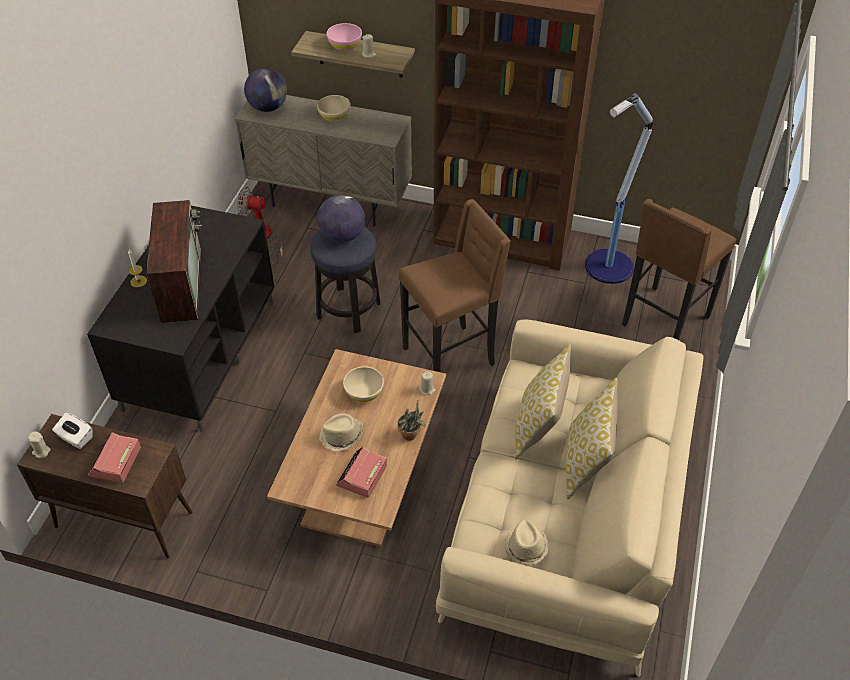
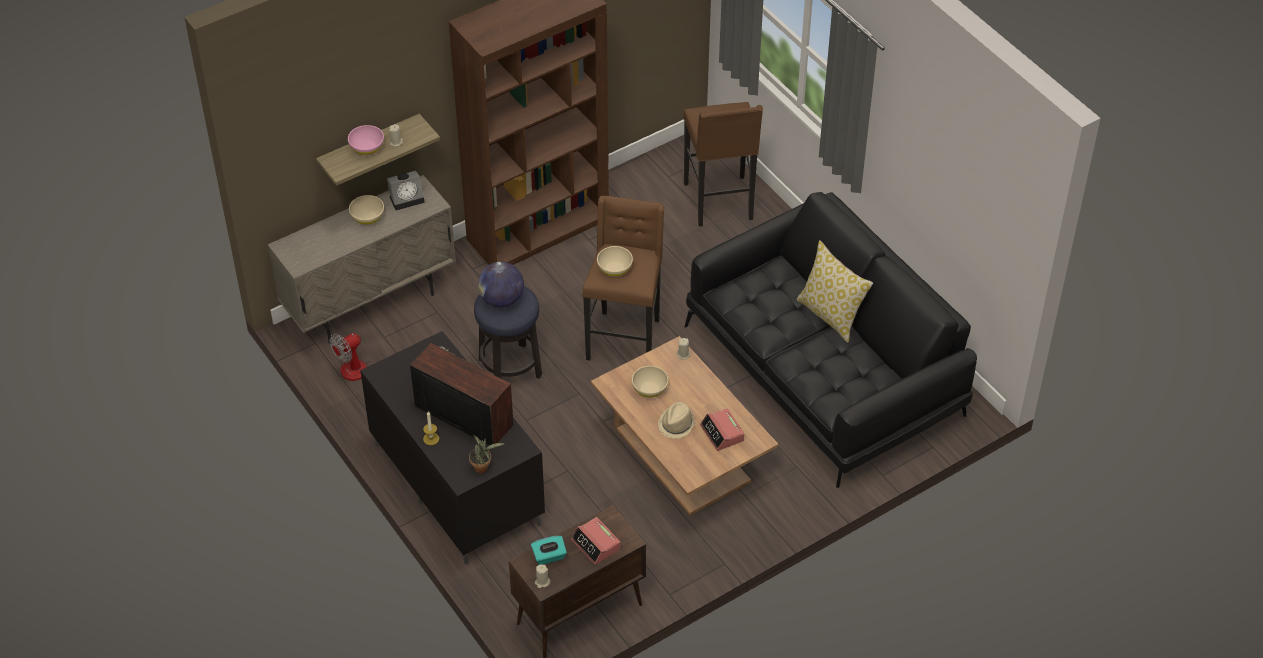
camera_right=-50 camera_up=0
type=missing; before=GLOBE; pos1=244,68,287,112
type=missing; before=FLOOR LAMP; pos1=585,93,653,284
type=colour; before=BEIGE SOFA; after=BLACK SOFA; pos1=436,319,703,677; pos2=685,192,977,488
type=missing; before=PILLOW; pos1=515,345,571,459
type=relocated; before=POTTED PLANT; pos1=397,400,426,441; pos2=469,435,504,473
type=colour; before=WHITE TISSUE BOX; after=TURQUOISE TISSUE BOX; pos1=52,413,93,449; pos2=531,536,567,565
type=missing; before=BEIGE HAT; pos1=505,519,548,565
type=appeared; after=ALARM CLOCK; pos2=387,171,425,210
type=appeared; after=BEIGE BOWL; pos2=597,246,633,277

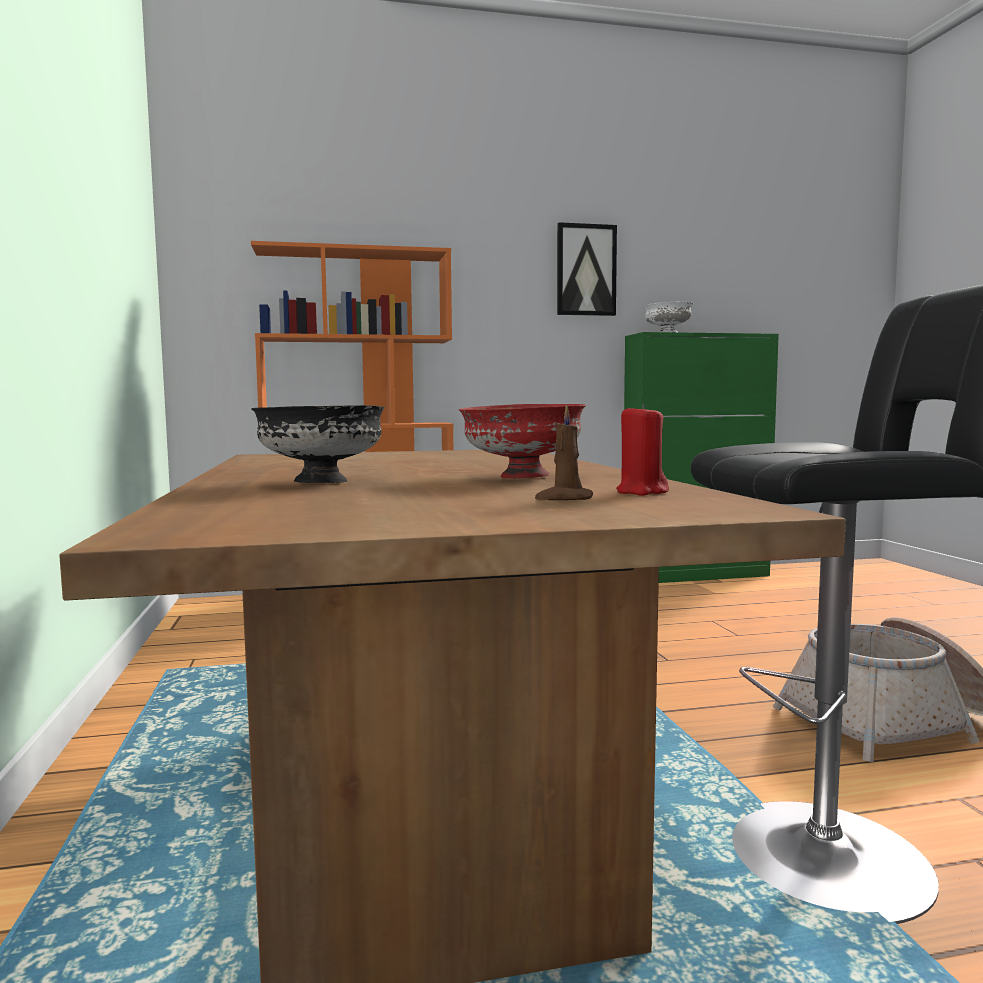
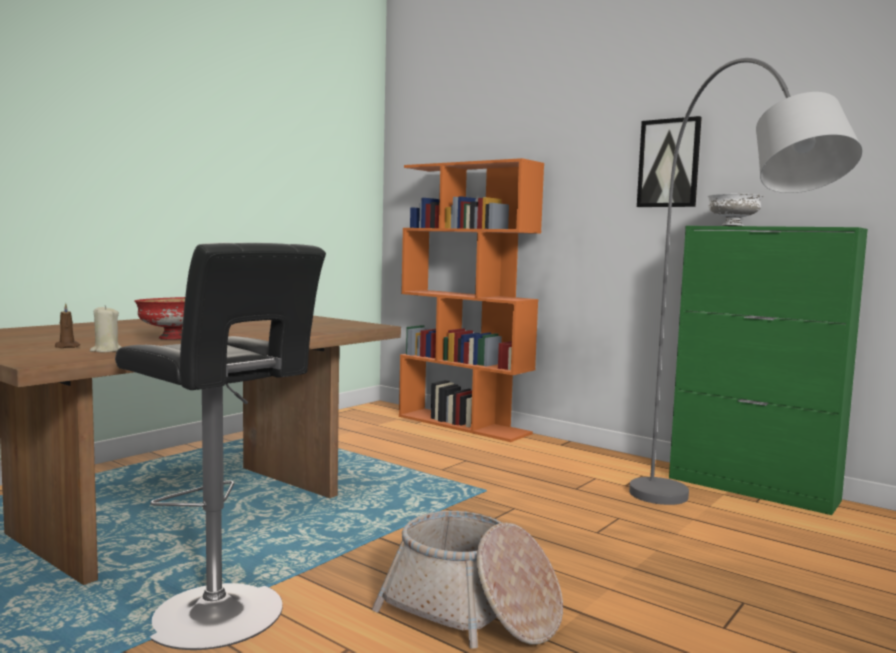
camera_right=50 camera_up=0
type=colour; before=RED CANDLE; after=BEIGE CANDLE; pos1=616,403,669,496; pos2=90,305,121,352
type=missing; before=BLACK BOWL; pos1=251,405,385,483
type=appeared; after=GREY FLOOR LAMP; pos2=629,58,862,505

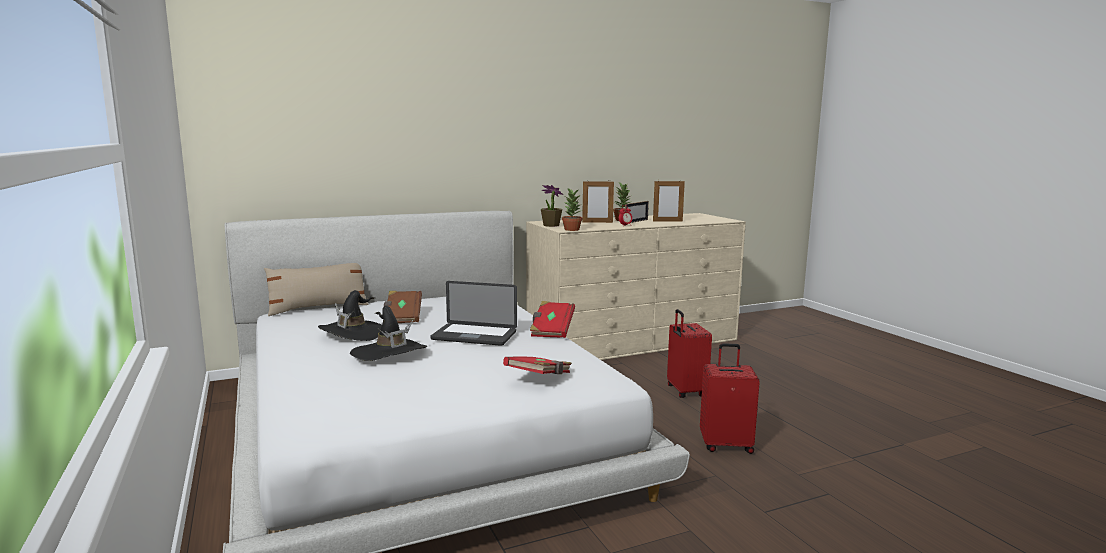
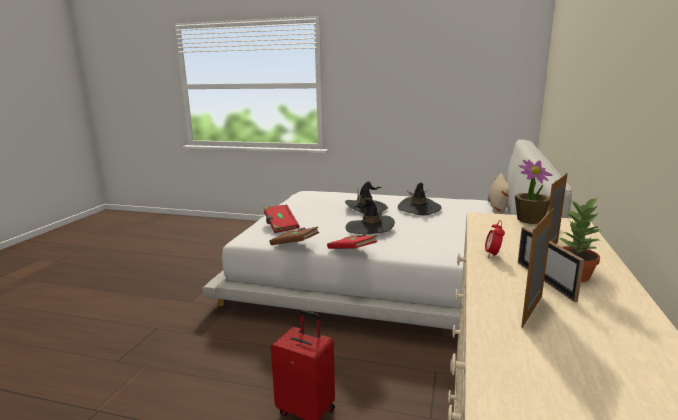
camera_right=130 camera_up=5
type=missing; before=POTTED PLANT; pos1=562,188,583,231
type=exchanged; before=LAPTOP; after=BLACK HAT; pos1=431,281,517,346; pos2=346,198,395,234
type=relocated; before=BROWN BOOK; pos1=384,291,422,323; pos2=270,226,319,245
type=missing; before=RED SUITCASE; pos1=700,343,760,454

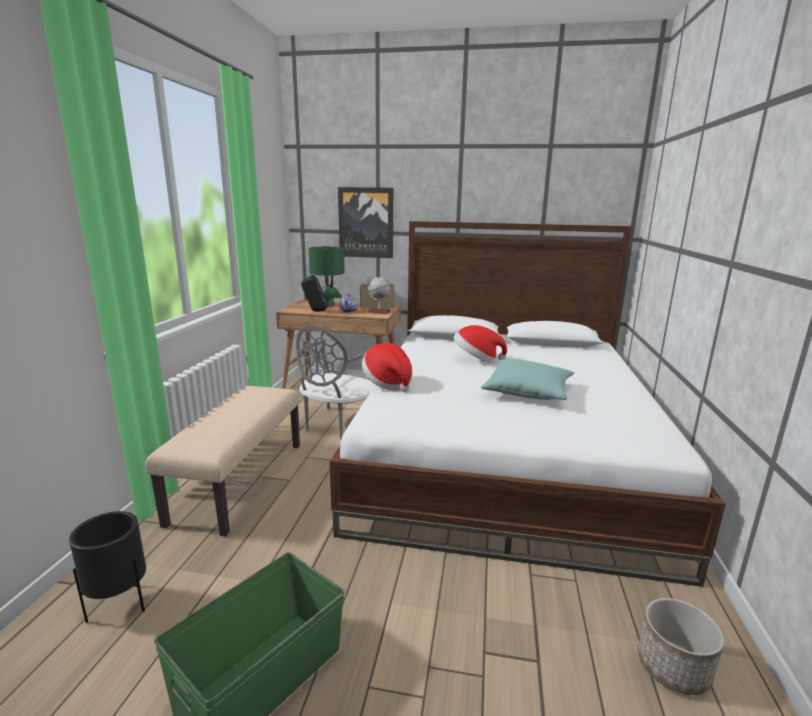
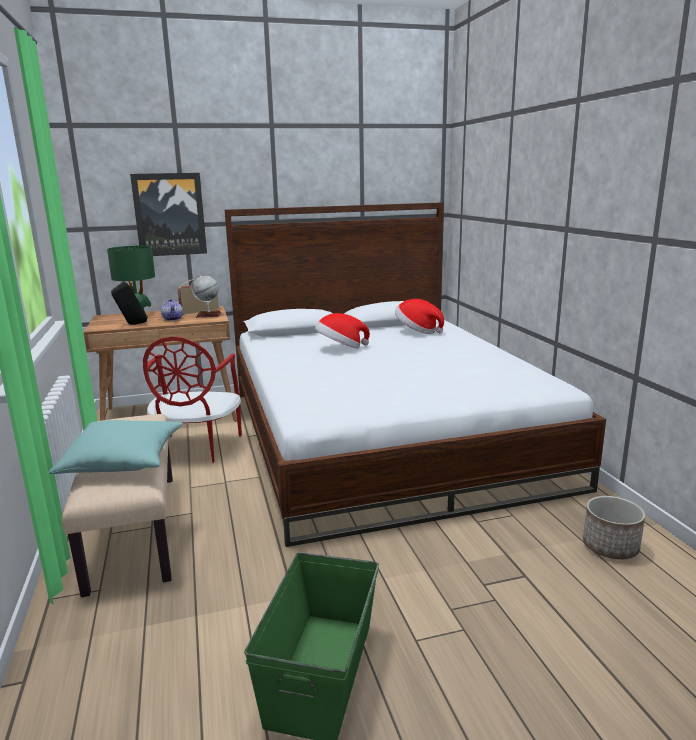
camera_right=-25 camera_up=0
type=colour; before=GREY CHAIR; after=RED CHAIR; pos1=296,326,375,440; pos2=143,337,242,463
type=relocated; before=HAT; pos1=362,343,412,392; pos2=395,299,444,334
type=relocated; before=TURQUOISE PILLOW; pos1=481,359,574,400; pos2=48,420,183,474
type=missing; before=BLACK PLANTER; pos1=69,511,146,623

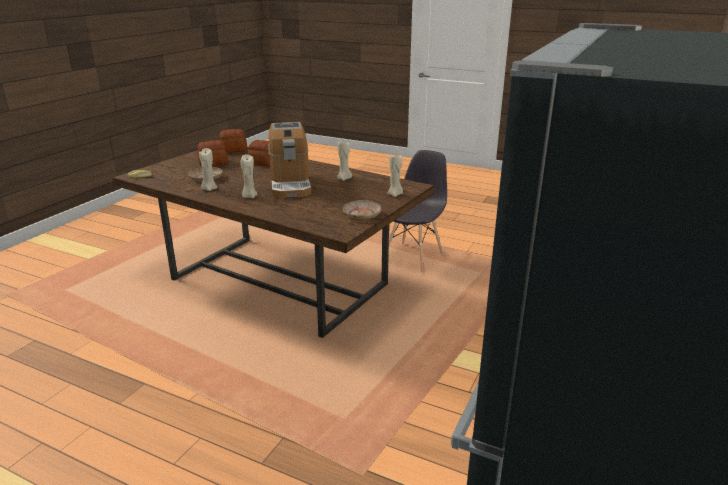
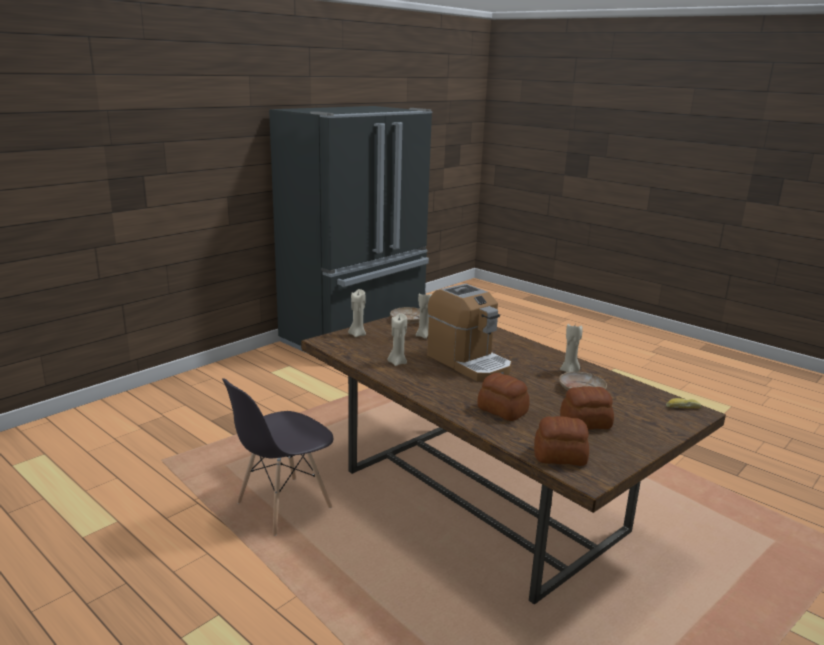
camera_right=-165 camera_up=-5
type=spun; before=COFFEE MACHINE; pos1=268,122,311,198; pos2=427,284,511,381; turn=135
type=relocated; before=BEIGE CANDLE; pos1=241,155,258,198; pos2=416,292,432,339

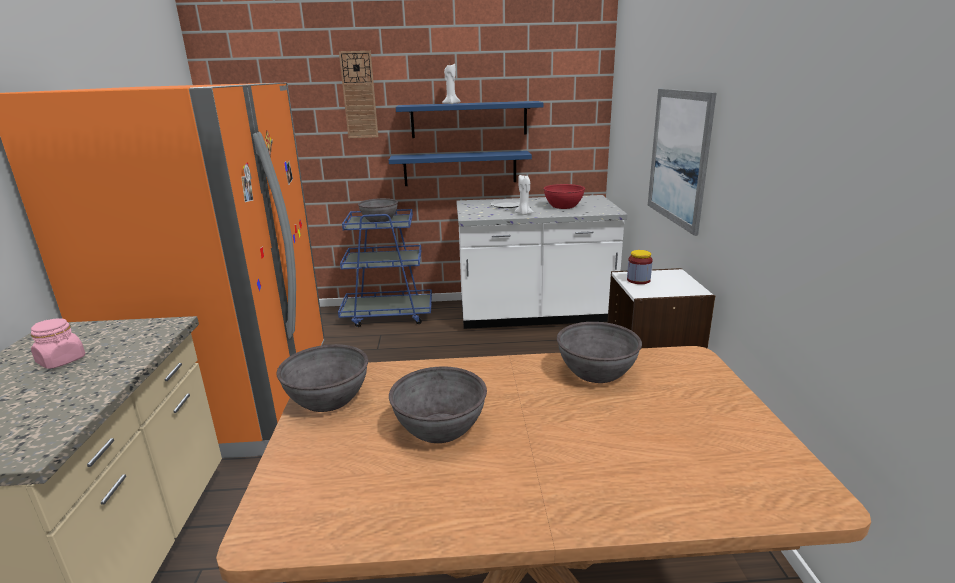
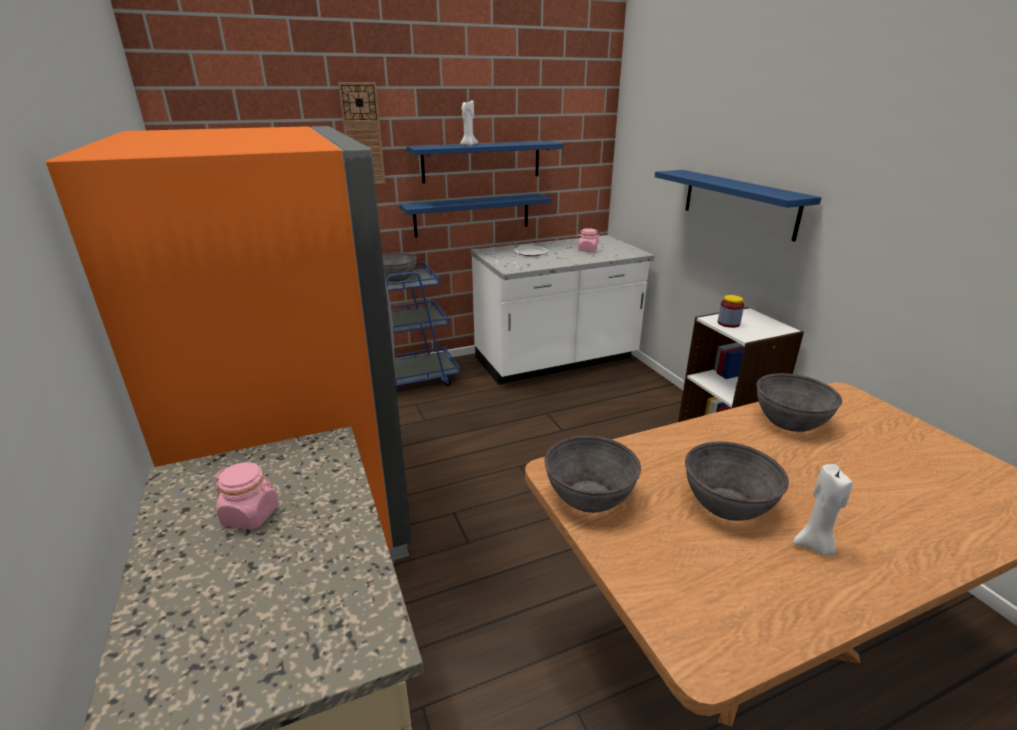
camera_right=-20 camera_up=5
type=exchanged; before=PICTURE; after=BLUE SHELF; pos1=648,89,716,236; pos2=655,170,822,242
type=relocated; before=WHITE CANDLE; pos1=515,175,534,215; pos2=793,464,853,556
type=exchanged; before=RED BOWL; after=PINK JAR; pos1=543,184,585,209; pos2=577,228,600,252

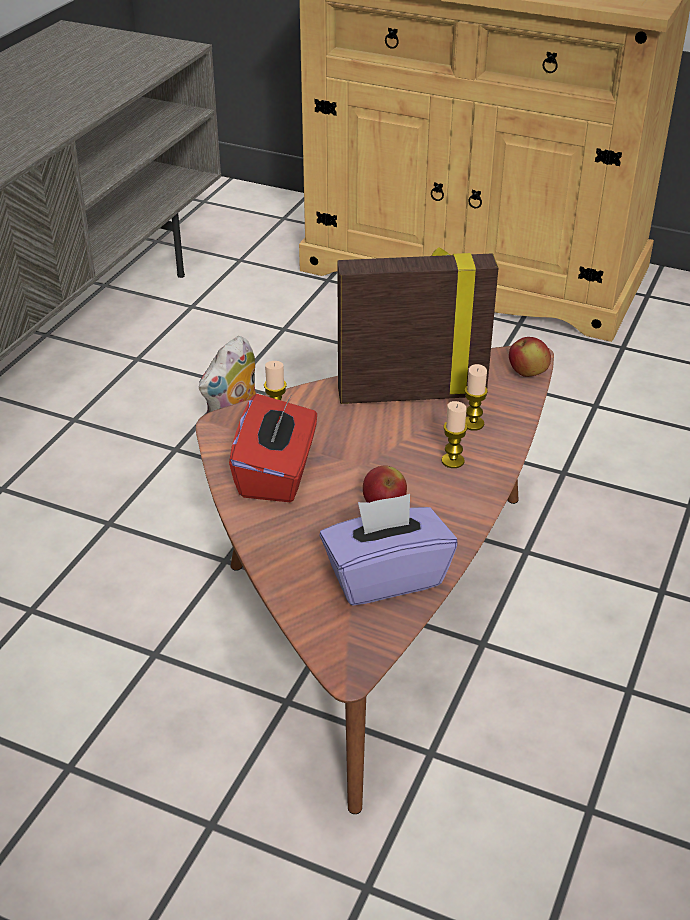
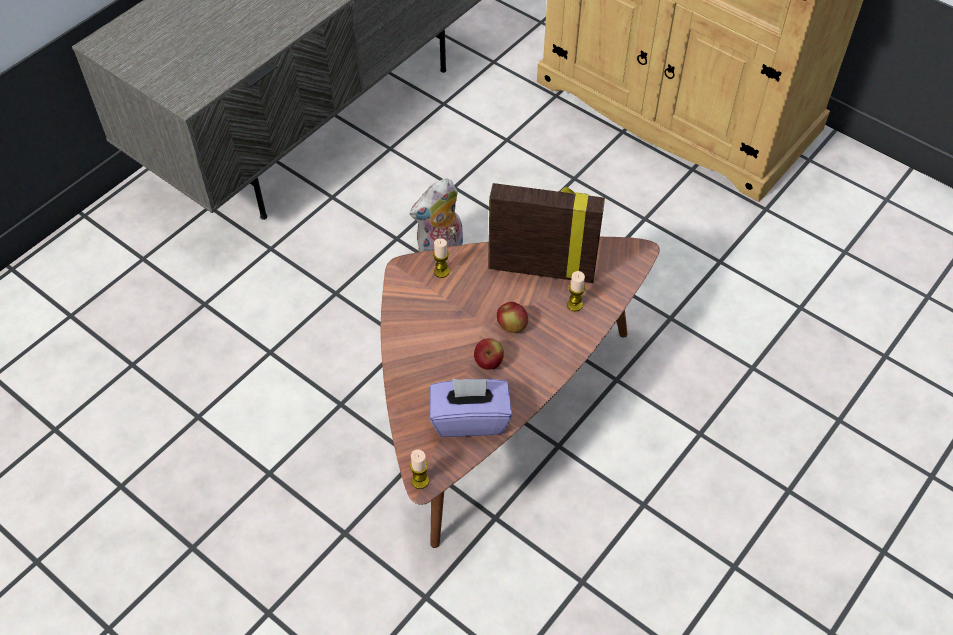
camera_right=15 camera_up=15
type=relocated; before=APPLE; pos1=509,337,551,377; pos2=497,302,528,333
type=missing; before=RED TISSUE BOX; pos1=229,394,317,502
type=relocated; before=CANDLE; pos1=442,401,468,468; pos2=410,449,429,489

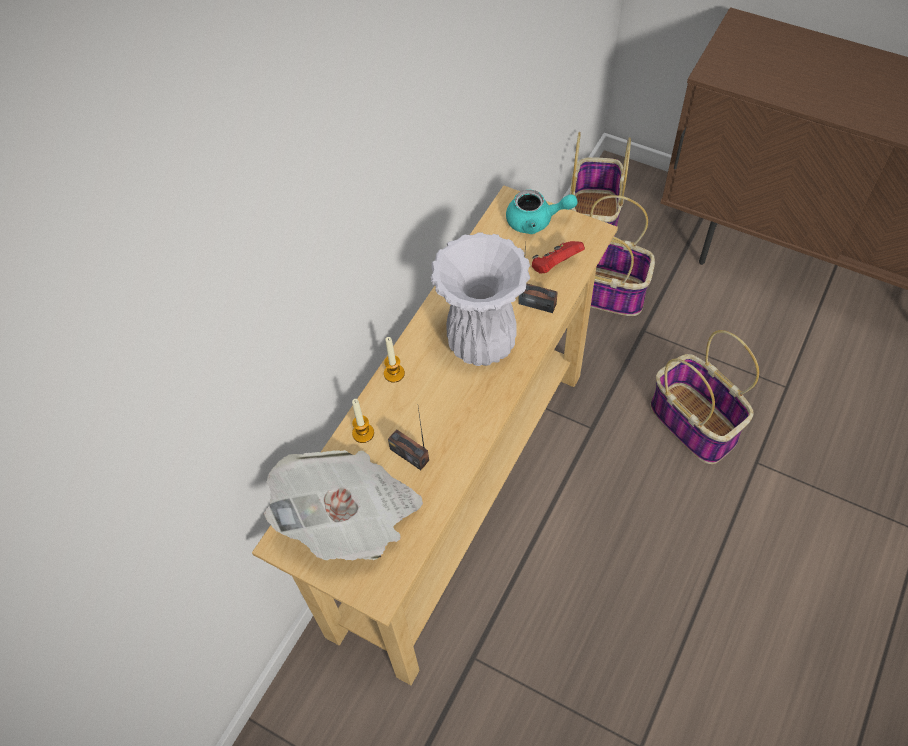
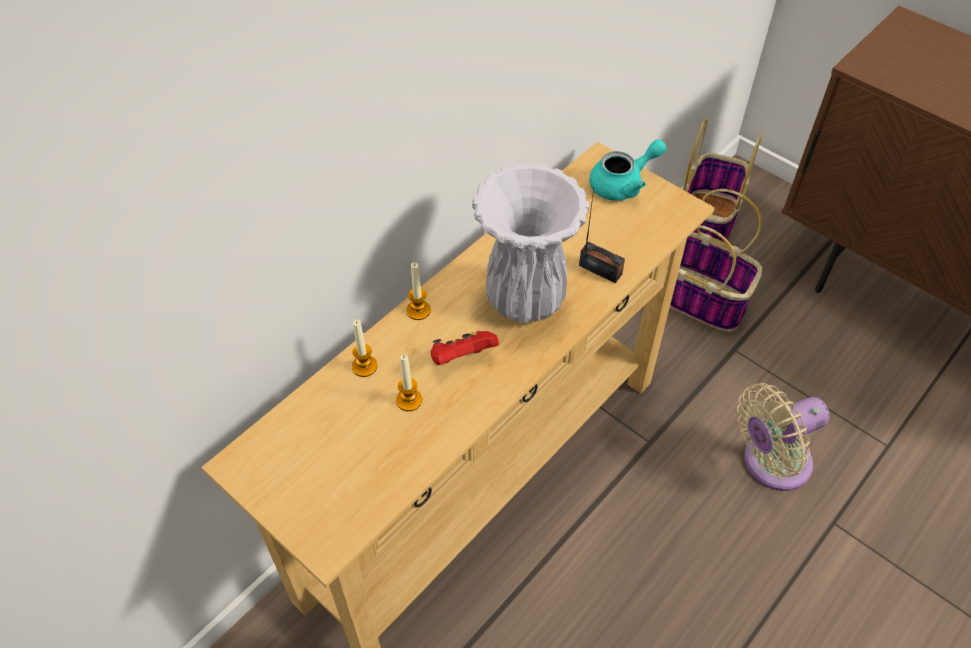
camera_right=10 camera_up=-5
type=spun; before=TURQUOISE TEAPOT; pos1=506,190,578,234; pos2=589,139,666,201; turn=-45
type=relocated; before=RED GAME CONTROLLER; pos1=532,241,585,274; pos2=431,330,499,365
type=exchanged; before=BASKET; after=BEIGE FAN; pos1=650,330,759,464; pos2=737,383,830,491
type=exchanged; before=RADIO; after=CANDLE; pos1=388,408,429,470; pos2=396,355,422,411
type=missing; before=NEWSPAPER; pos1=264,450,423,560

